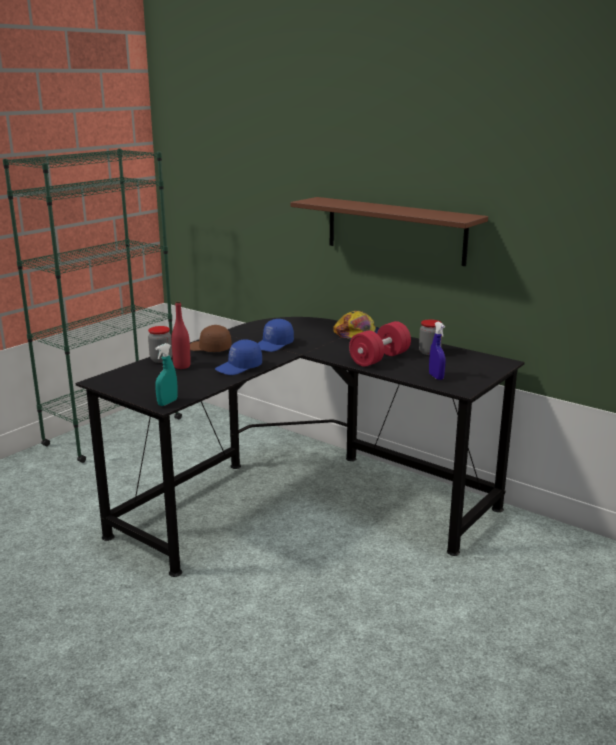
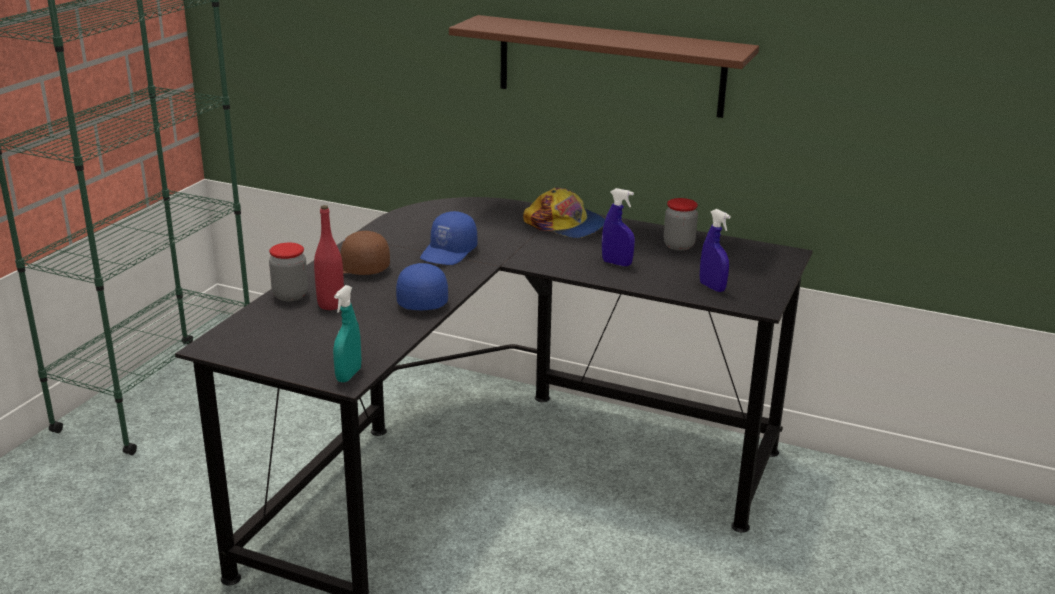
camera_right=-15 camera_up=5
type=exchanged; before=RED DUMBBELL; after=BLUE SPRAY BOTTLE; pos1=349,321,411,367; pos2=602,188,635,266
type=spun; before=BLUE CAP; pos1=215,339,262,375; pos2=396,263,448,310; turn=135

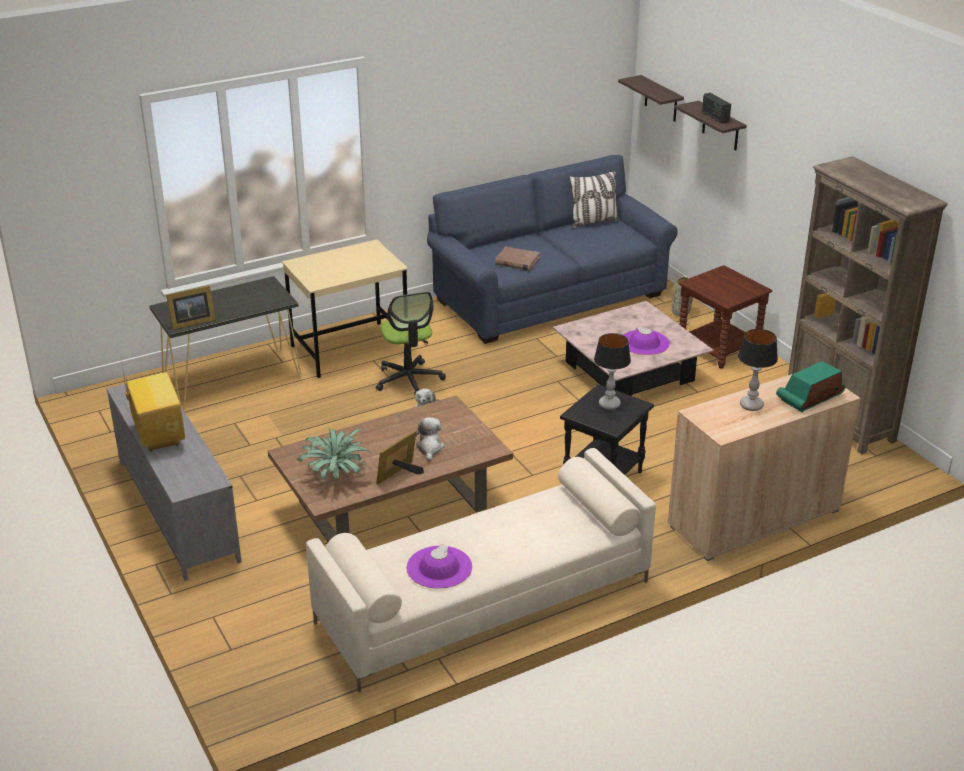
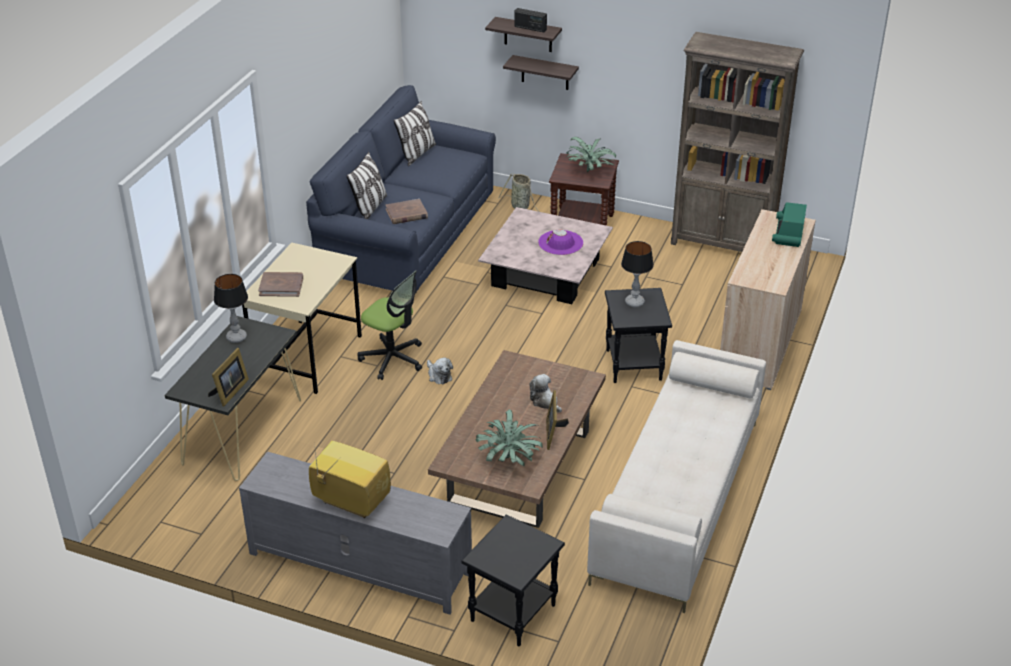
camera_right=-40 camera_up=5
type=relocated; before=SHELF; pos1=618,75,684,122; pos2=503,55,579,90
type=relocated; before=TABLE LAMP; pos1=738,329,778,411; pos2=214,274,248,343
type=missing; before=PURPLE HAT; pos1=407,544,472,589
type=appeared; after=POTTED PLANT; pos2=566,137,616,172
type=appeared; after=PILLOW; pos2=346,152,387,219
type=appeared; after=BROWN BOOK; pos2=258,272,303,297
type=appeared; after=BLACK SIDE TABLE; pos2=461,514,565,646

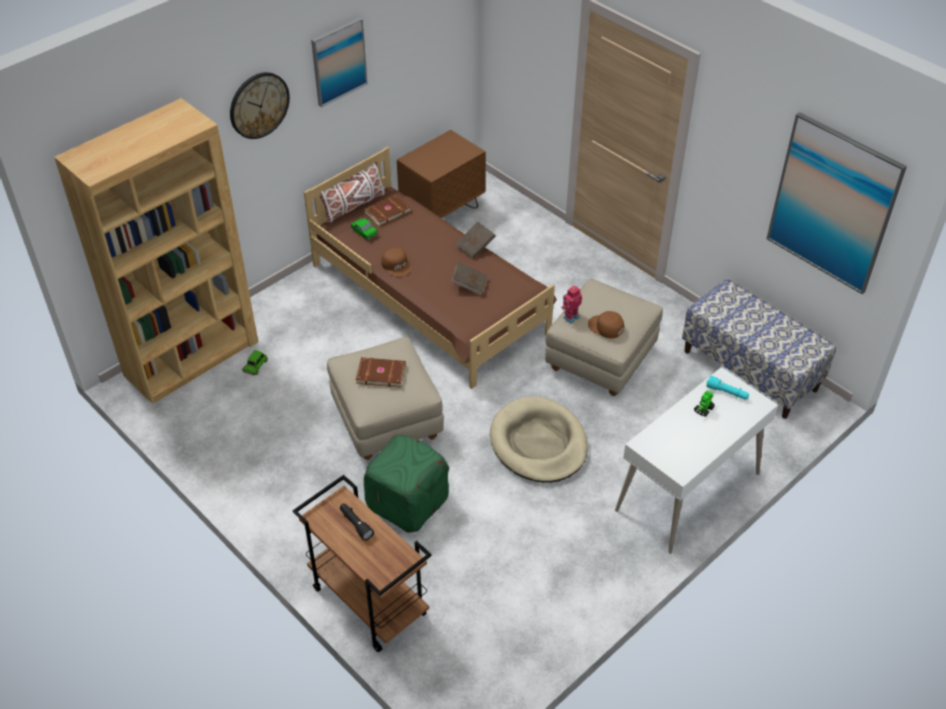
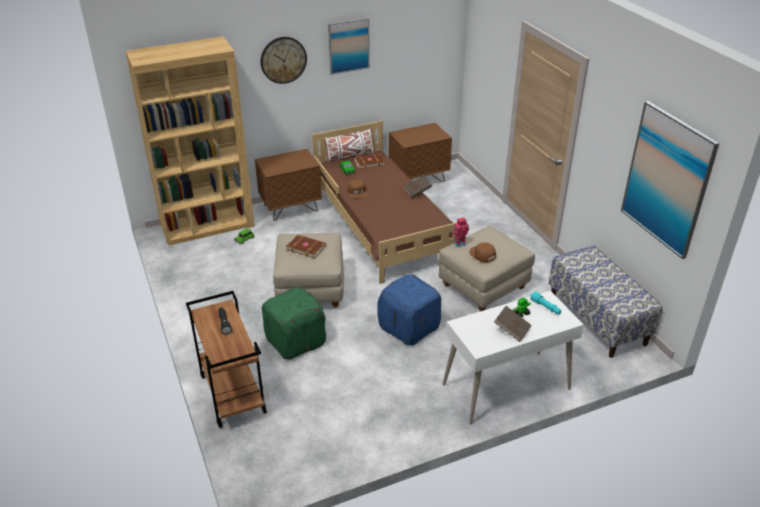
camera_right=20 camera_up=-10
type=relocated; before=BROWN BOOK; pos1=451,262,488,296; pos2=494,306,532,342
type=exchanged; before=BEIGE DOG BED; after=BLUE OTTOMAN; pos1=490,396,588,482; pos2=377,275,441,345
type=appeared; after=BROWN NIGHTSTAND; pos2=255,149,322,221

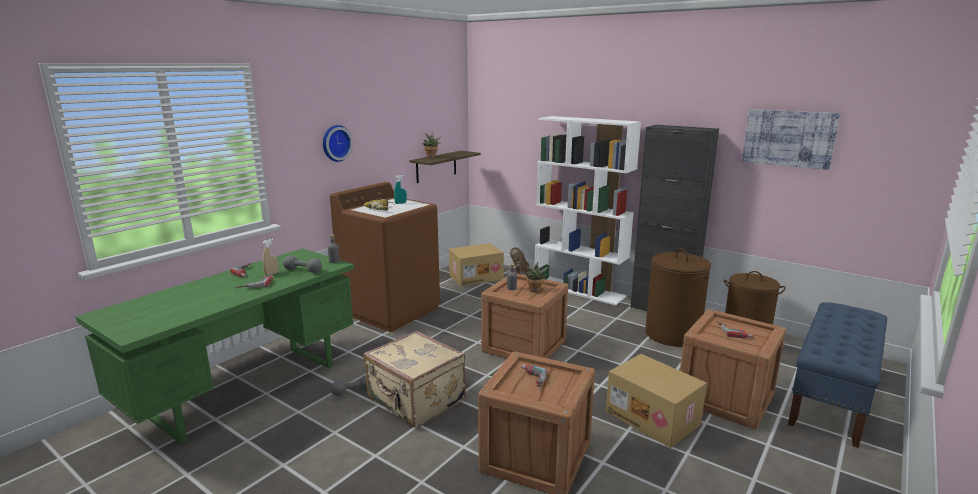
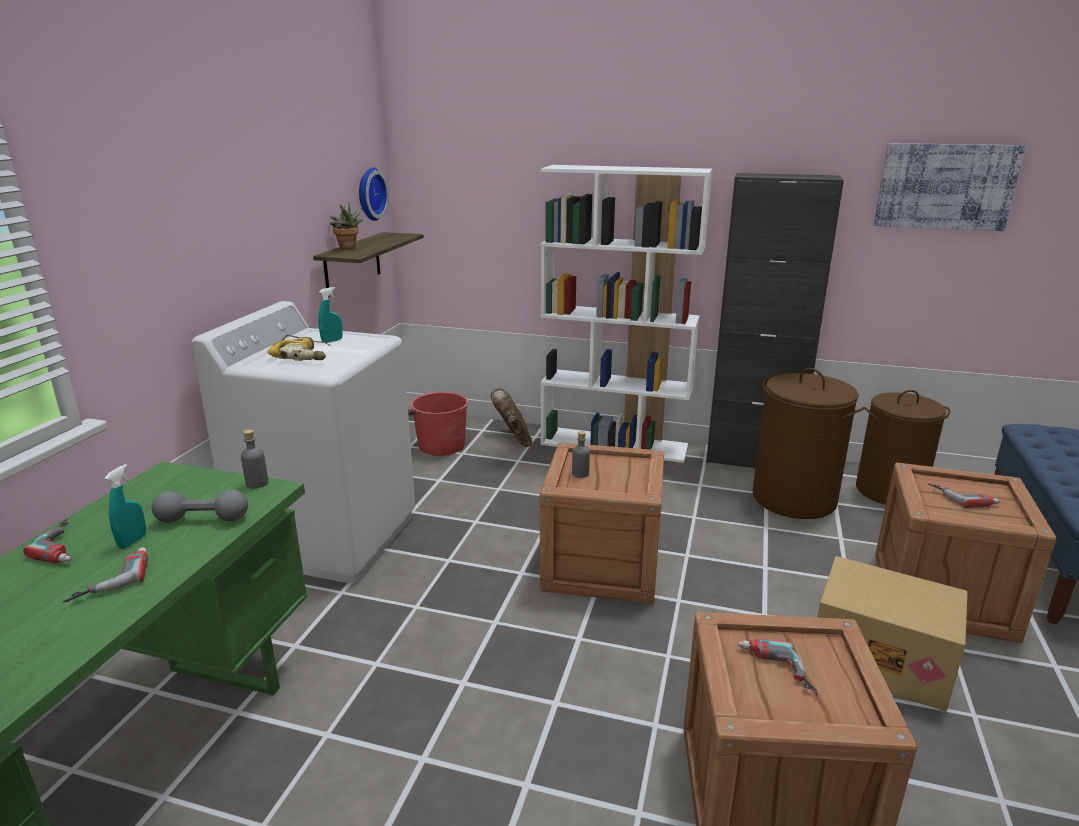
camera_right=-20 camera_up=5
type=relocated; before=WALL CLOCK; pos1=323,125,353,162; pos2=359,168,389,221
type=colour; before=BROWN WASHING MACHINE; after=WHITE WASHING MACHINE; pos1=330,182,440,332; pos2=191,301,415,584
type=colour; before=BEIGE SPRAY BOTTLE; after=TURQUOISE SPRAY BOTTLE; pos1=262,239,278,276; pos2=104,464,146,549
type=exchanged; before=CARDBOARD BOX; after=RED BUCKET; pos1=449,243,504,287; pos2=408,392,469,456
type=missing; before=POTTED PLANT; pos1=525,262,549,292
type=missing; before=BEIGE SUITCASE; pos1=363,331,466,428
type=missing; before=GREY DUMBBELL; pos1=331,375,367,396

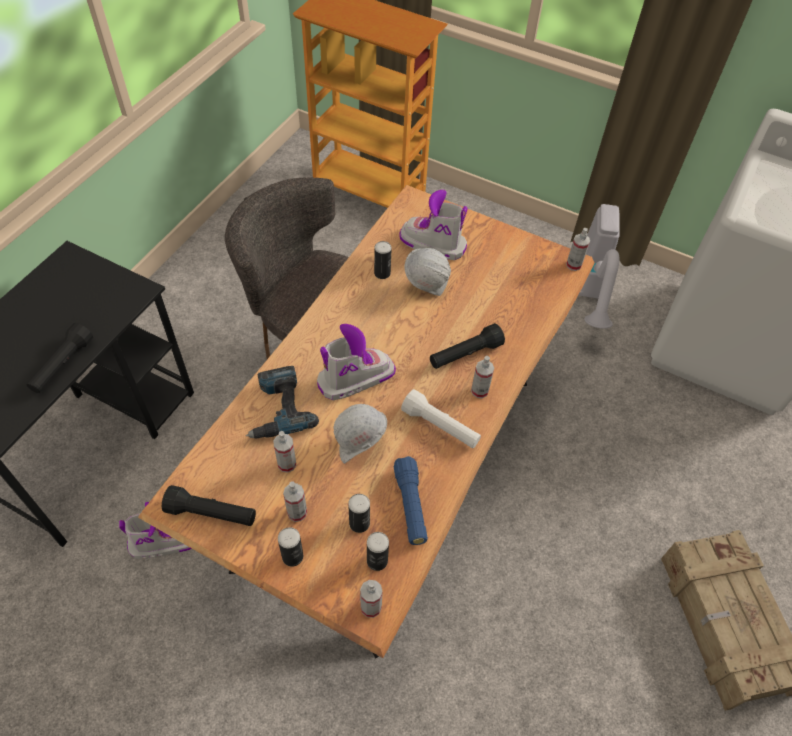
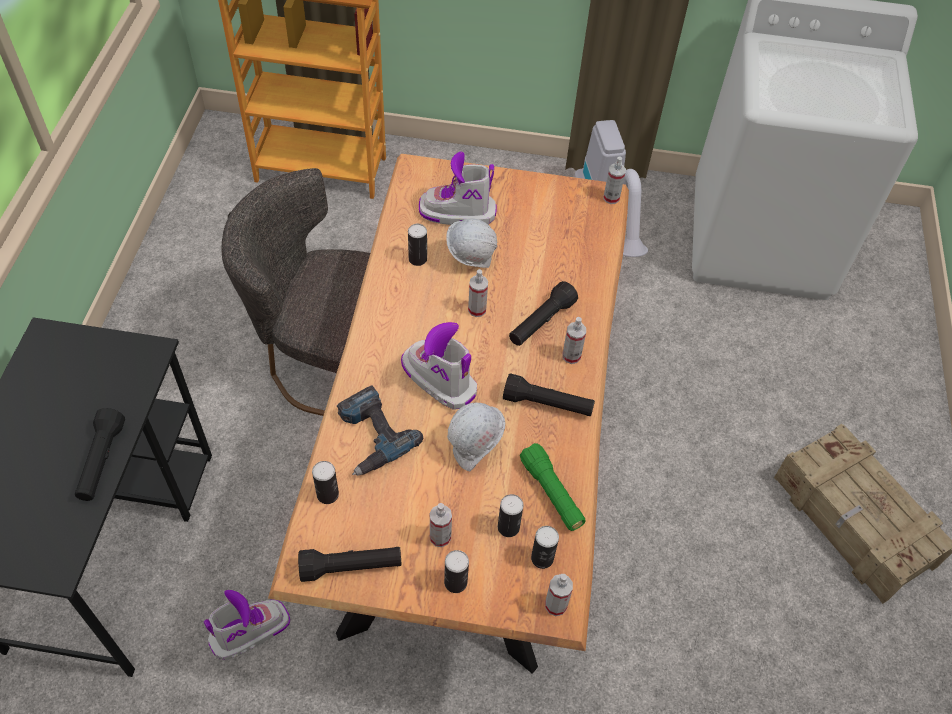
camera_right=-20 camera_up=0
type=spun; before=BOOT; pos1=317,324,396,400; pos2=401,322,477,410; turn=-90
type=colour; before=WHITE FLASHLIGHT; after=BLACK FLASHLIGHT; pos1=401,389,481,448; pos2=503,373,595,416
type=relocated; before=SPRAY BOTTLE; pos1=273,431,296,472; pos2=468,269,488,317
type=colour; before=BLUE FLASHLIGHT; after=GREEN FLASHLIGHT; pos1=393,456,428,545; pos2=520,443,585,531
type=appeared; after=CAN; pos2=312,461,339,504

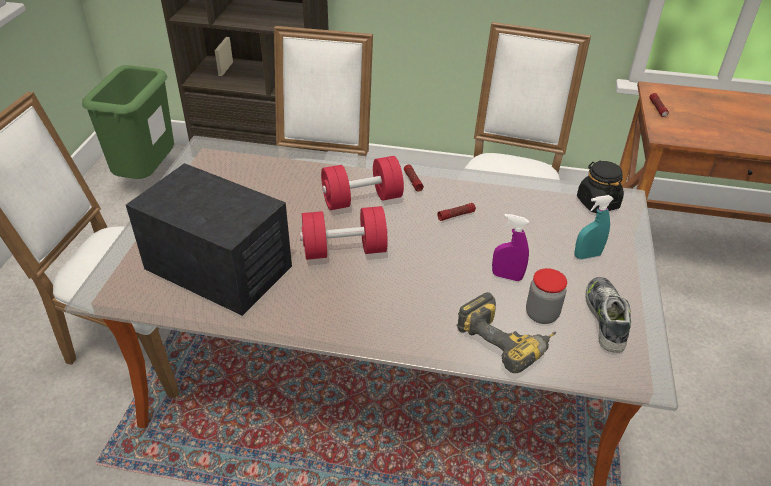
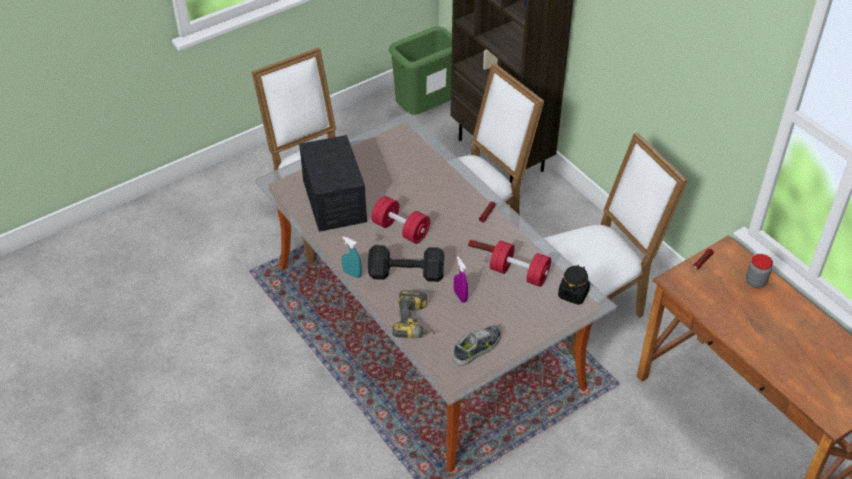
camera_right=45 camera_up=5
type=relocated; before=RED DUMBBELL; pos1=321,156,404,210; pos2=490,241,551,287
type=relocated; before=TURQUOISE SPRAY BOTTLE; pos1=574,195,614,259; pos2=342,236,362,278
type=relocated; before=JAR; pos1=526,268,567,324; pos2=746,254,773,288
type=appeared; after=BLACK DUMBBELL; pos2=368,245,444,282

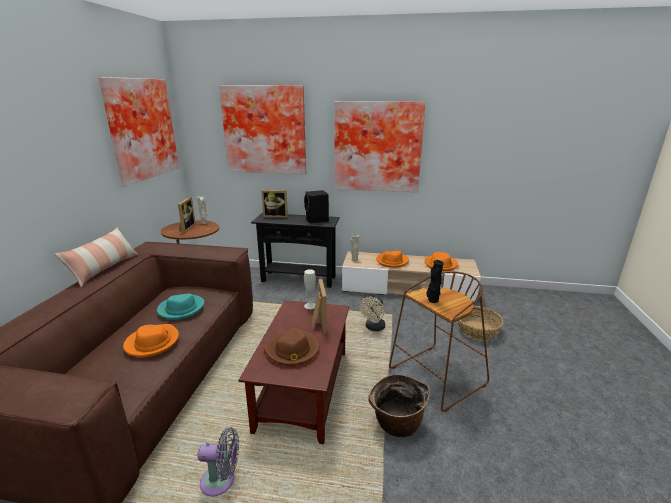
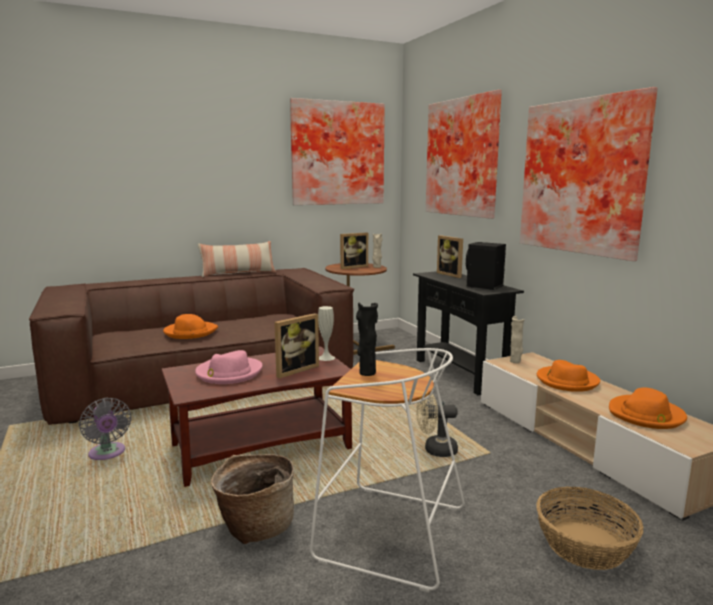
camera_right=55 camera_up=-10
type=colour; before=BROWN STOOL; after=WHITE STOOL; pos1=389,271,489,412; pos2=310,348,465,593
type=missing; before=TURQUOISE HAT; pos1=157,294,204,320
type=colour; before=BROWN HAT; after=PINK HAT; pos1=264,328,320,366; pos2=195,350,262,384

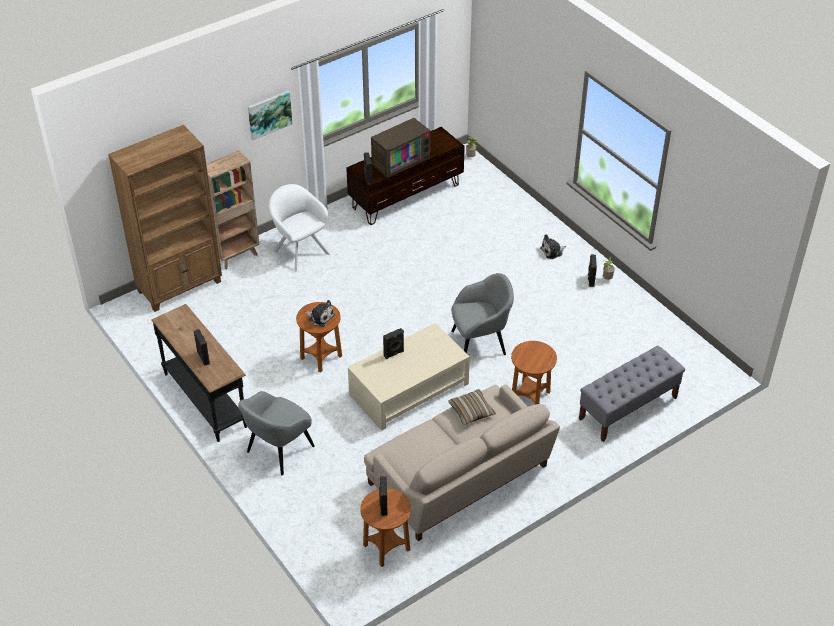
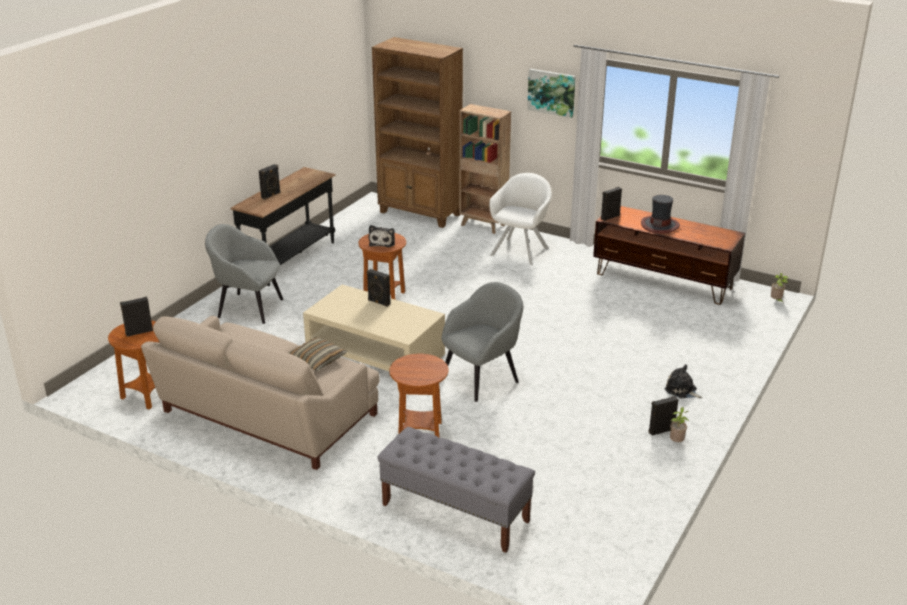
camera_right=65 camera_up=-15
type=exchanged; before=TELEVISION; after=HAT; pos1=371,118,430,178; pos2=641,195,680,234
type=spun; before=GREY ARMCHAIR; pos1=451,273,514,355; pos2=441,282,523,402; turn=-90

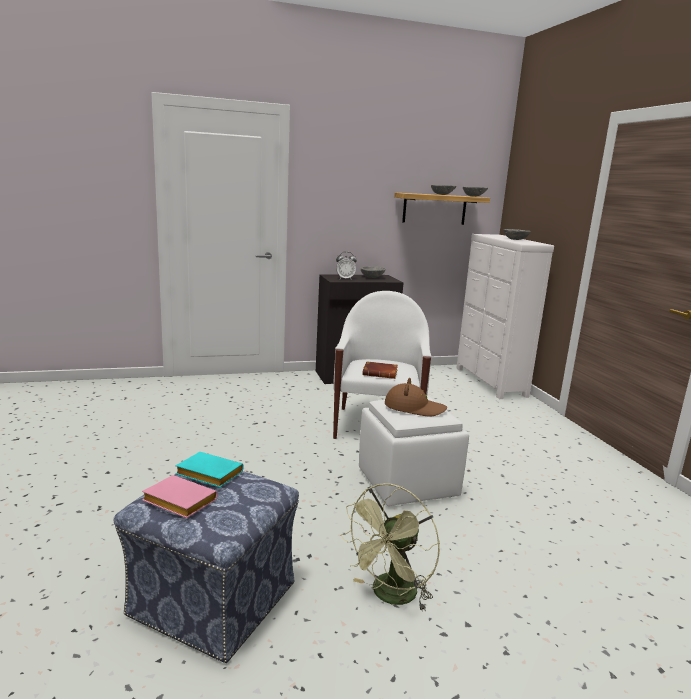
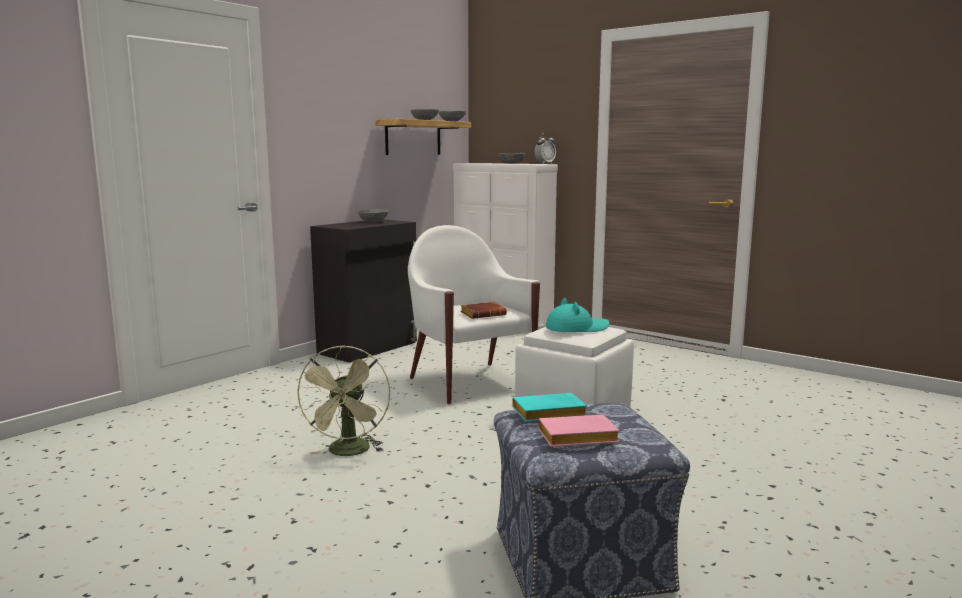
camera_right=-35 camera_up=-5
type=relocated; before=ALARM CLOCK; pos1=336,252,357,280; pos2=535,133,556,164
type=colour; before=BROWN HAT; after=TURQUOISE HAT; pos1=385,378,447,416; pos2=546,298,609,332
type=relocated; before=GREEN FAN; pos1=341,483,440,612; pos2=295,345,390,456

